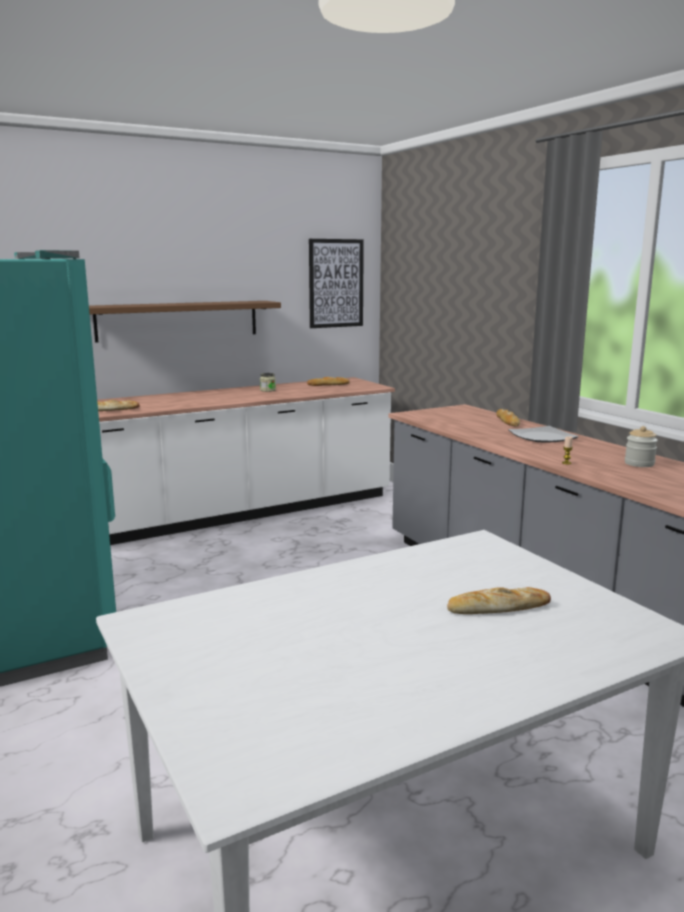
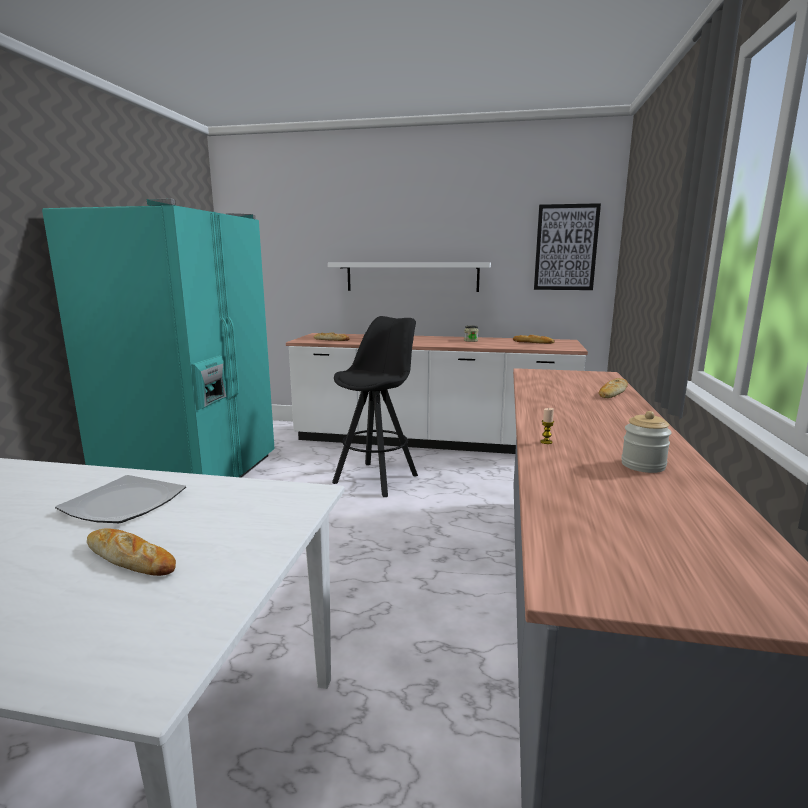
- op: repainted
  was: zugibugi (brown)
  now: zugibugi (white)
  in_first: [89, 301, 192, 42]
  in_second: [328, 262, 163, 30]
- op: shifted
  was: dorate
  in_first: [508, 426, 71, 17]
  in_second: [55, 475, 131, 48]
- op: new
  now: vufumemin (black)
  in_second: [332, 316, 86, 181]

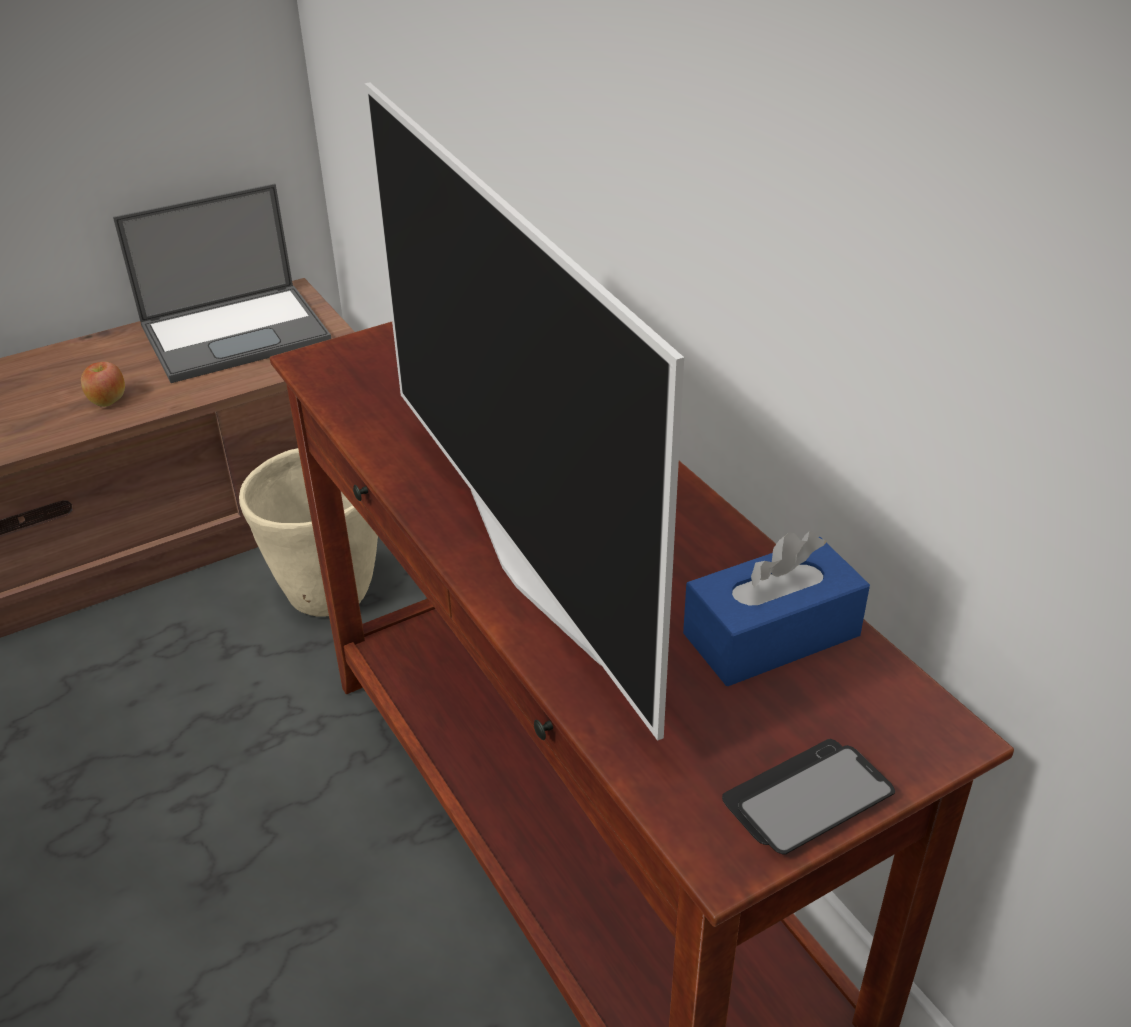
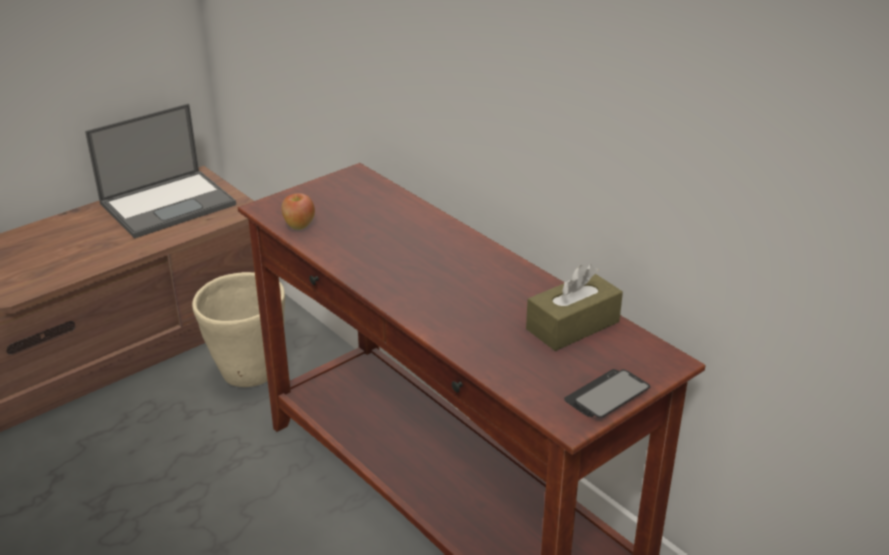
- op: gone
  was: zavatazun
  in_first: [365, 83, 319, 658]
- op: shifted
  was: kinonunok
  in_first: [81, 362, 44, 45]
  in_second: [282, 193, 33, 37]
- op: repainted
  was: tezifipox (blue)
  now: tezifipox (brown)
  in_first: [683, 531, 187, 155]
  in_second: [526, 265, 97, 86]

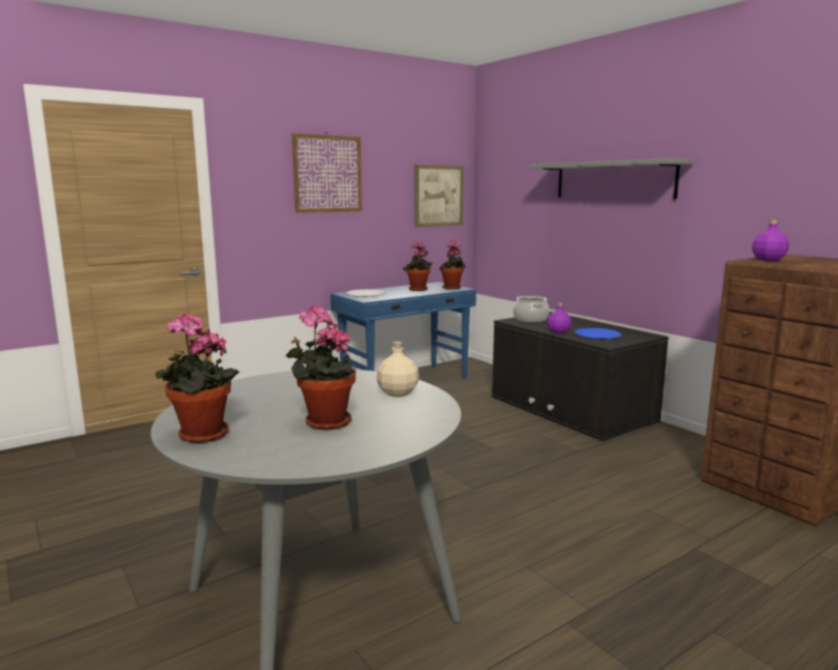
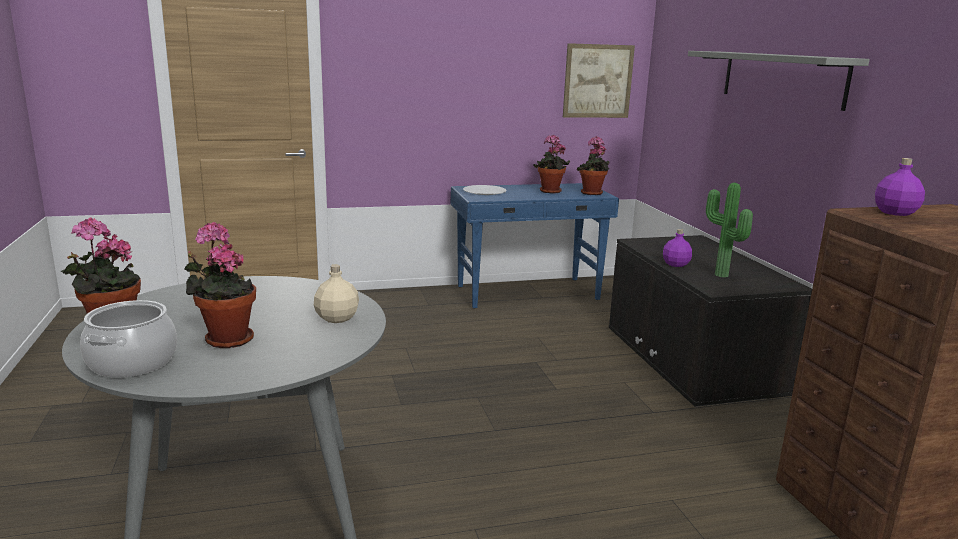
- op: gone
  was: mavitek
  in_first: [292, 132, 70, 81]
- op: shifted
  was: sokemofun
  in_first: [513, 296, 36, 27]
  in_second: [80, 300, 97, 78]
- op: swapped
  was: dorate (blue)
  now: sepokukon
  in_first: [575, 328, 46, 11]
  in_second: [706, 183, 47, 94]

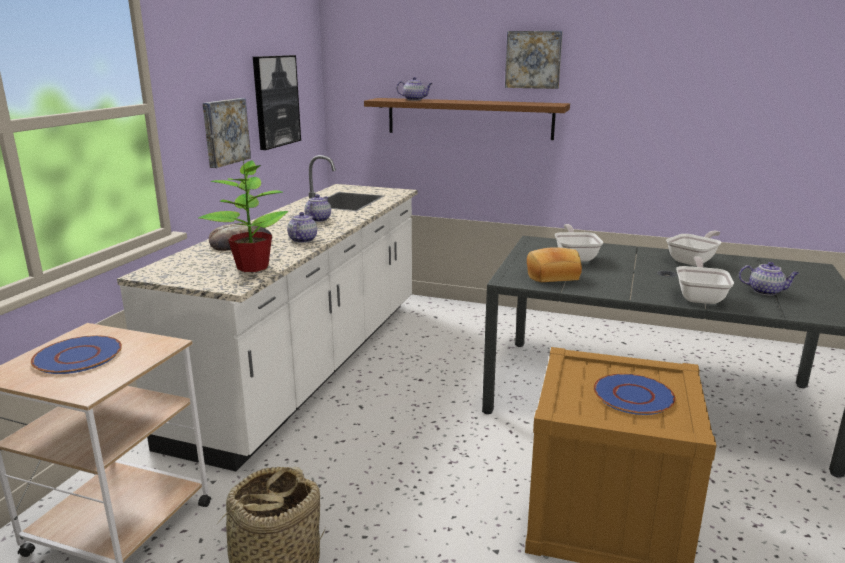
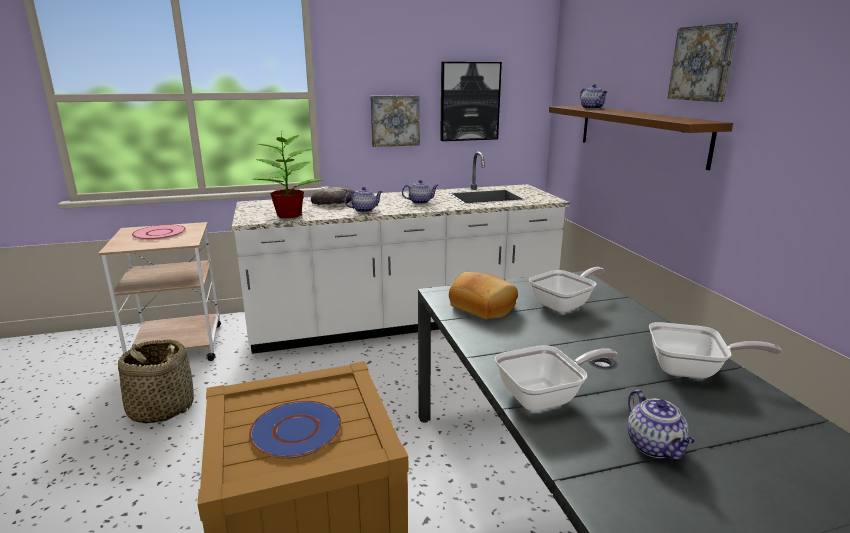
- op: repainted
  was: dorate (blue)
  now: dorate (pink)
  in_first: [31, 335, 91, 39]
  in_second: [132, 225, 54, 15]

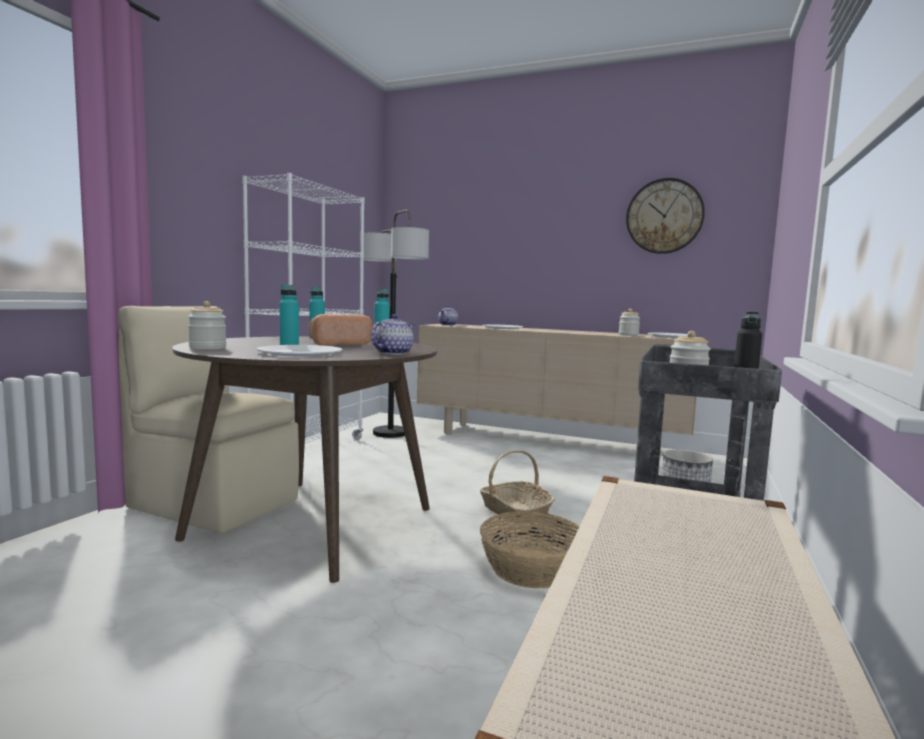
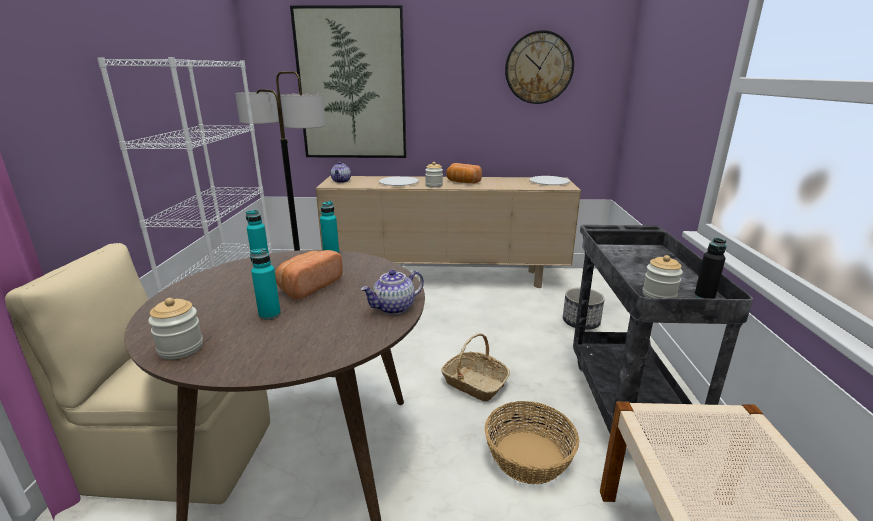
- op: shifted
  was: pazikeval
  in_first: [619, 309, 21, 27]
  in_second: [425, 162, 18, 25]
- op: rotated
  was: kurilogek
  in_first: [371, 314, 43, 41]
  in_second: [361, 270, 63, 44]
  clockwise: -135
- op: gone
  was: dorate (white)
  in_first: [257, 345, 86, 12]
- op: new
  now: mavitek
  in_second: [290, 5, 116, 153]
- op: new
  now: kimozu
  in_second: [446, 163, 36, 20]

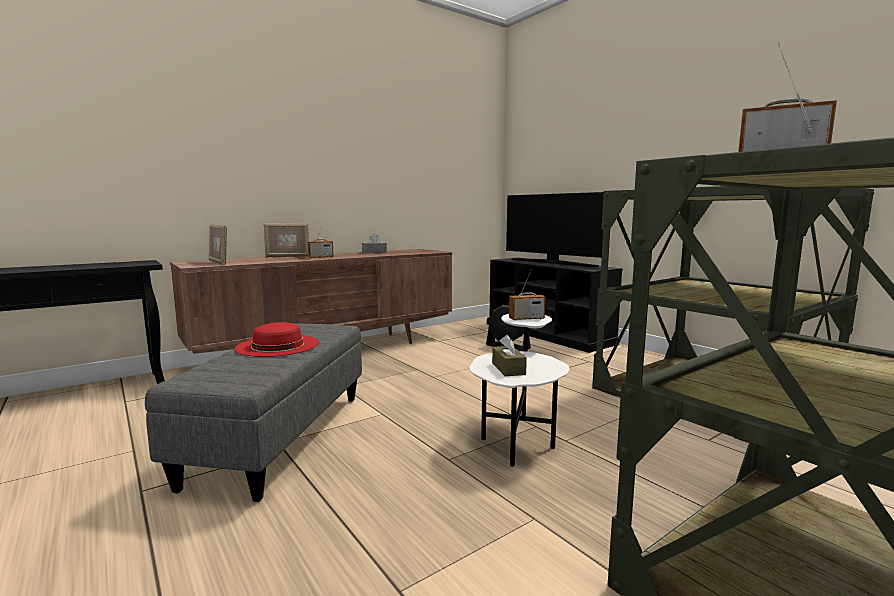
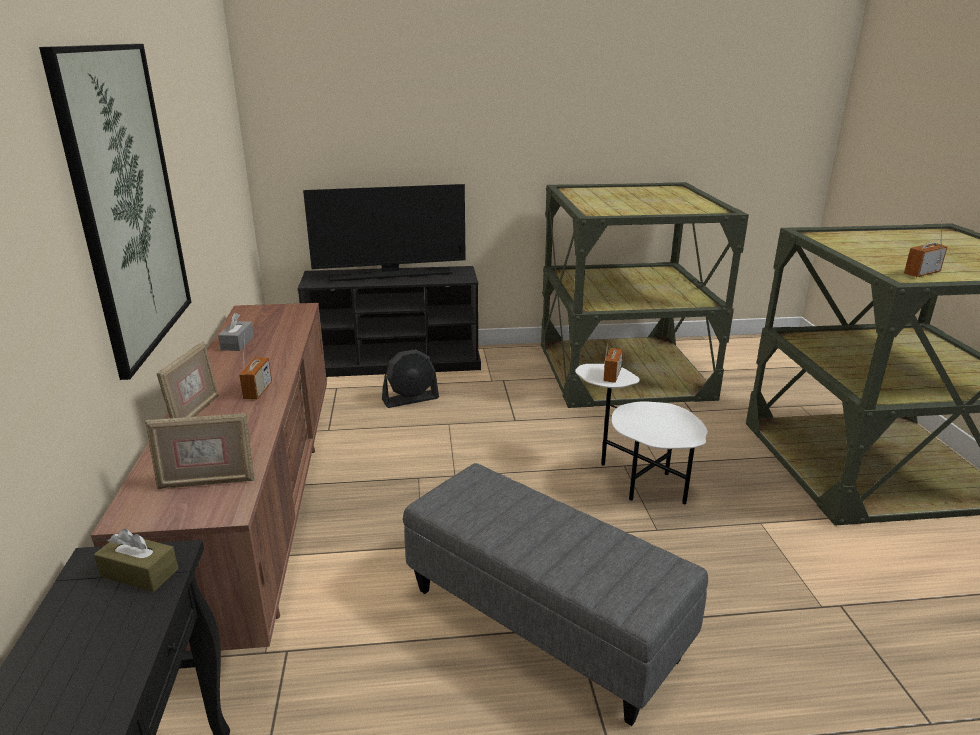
- op: gone
  was: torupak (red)
  in_first: [235, 322, 84, 35]
- op: shifted
  was: tezifipox (brown)
  in_first: [492, 335, 35, 41]
  in_second: [94, 529, 84, 63]
- op: new
  now: mavitek
  in_second: [39, 44, 152, 336]

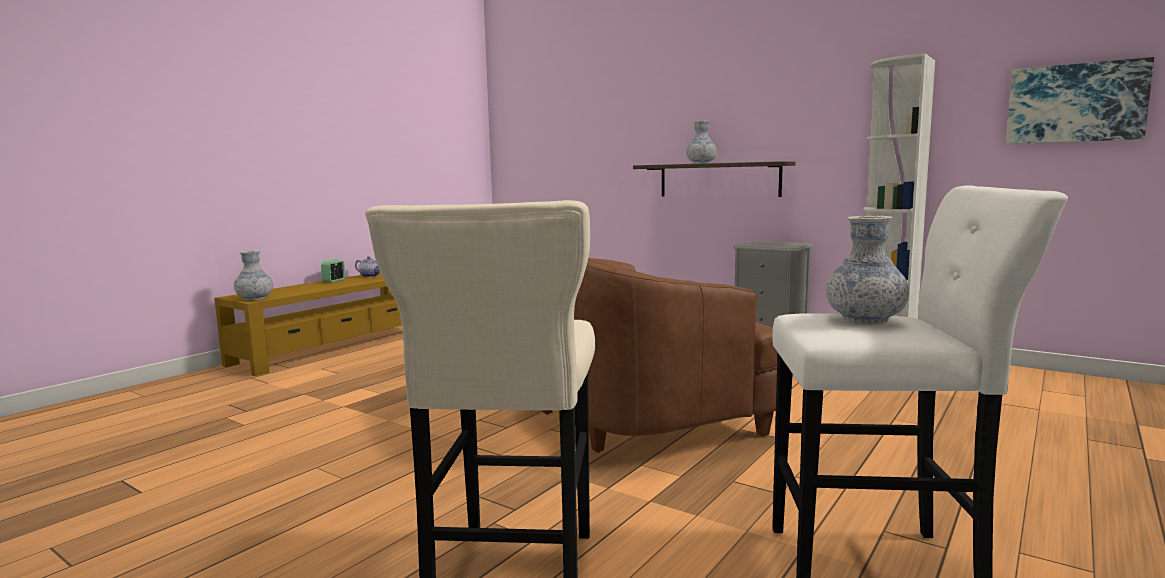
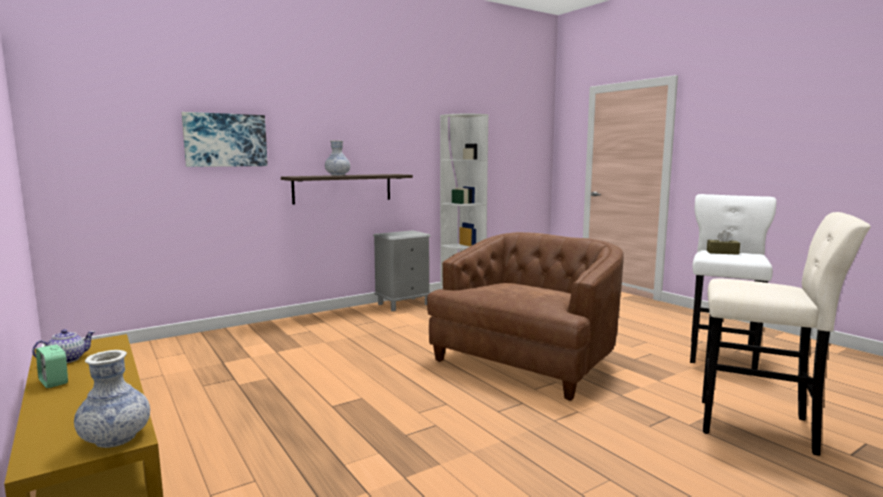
- op: shifted
  was: mavitek
  in_first: [1006, 57, 148, 87]
  in_second: [182, 112, 86, 55]
- op: swapped
  was: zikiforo
  now: tezifipox (brown)
  in_first: [826, 216, 83, 108]
  in_second: [707, 230, 33, 25]
- op: rotated
  was: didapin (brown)
  in_first: [542, 258, 235, 195]
  in_second: [427, 232, 197, 169]
  clockwise: -135

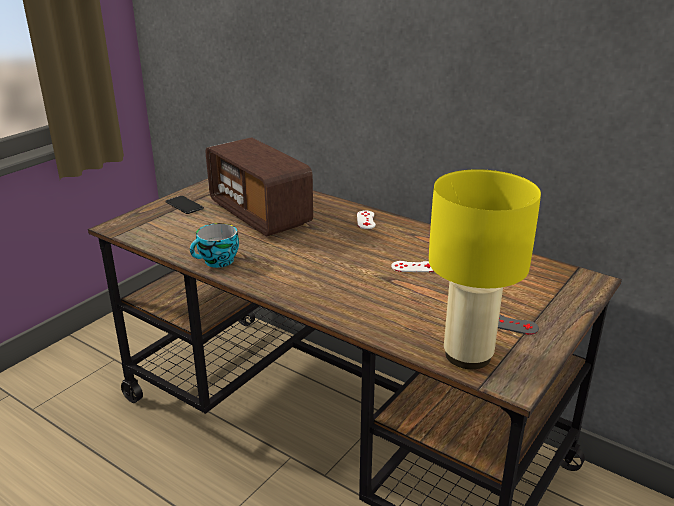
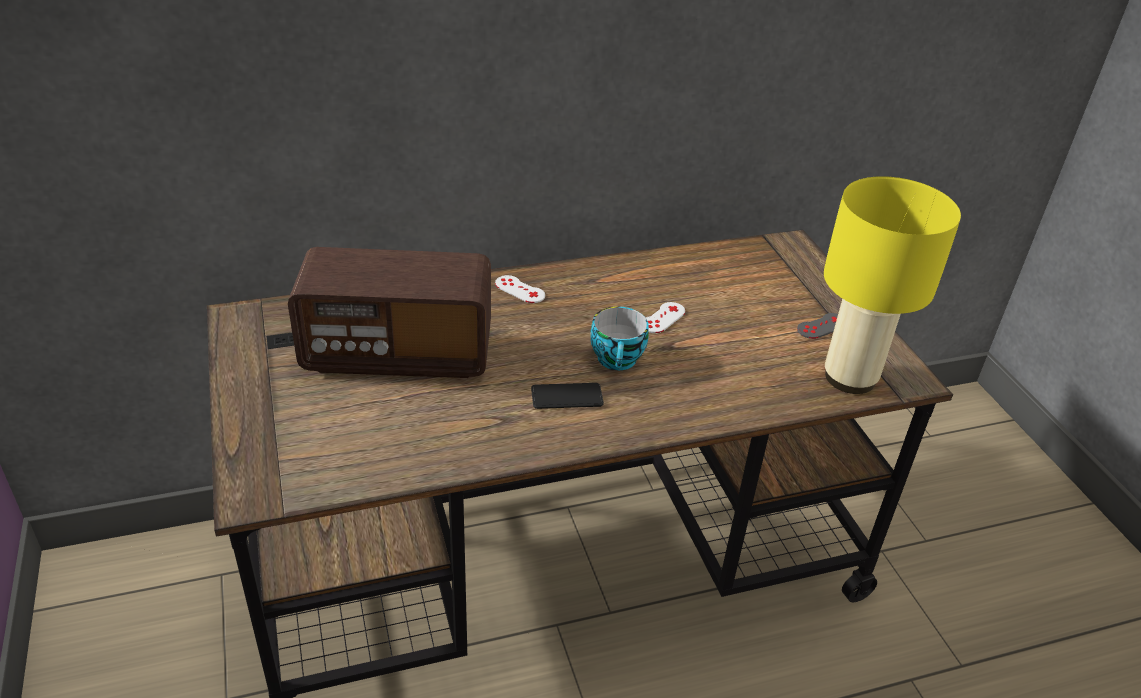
- op: shifted
  was: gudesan
  in_first: [165, 196, 39, 18]
  in_second: [531, 383, 73, 26]
- op: shifted
  was: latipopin
  in_first: [190, 223, 49, 45]
  in_second: [590, 306, 59, 64]

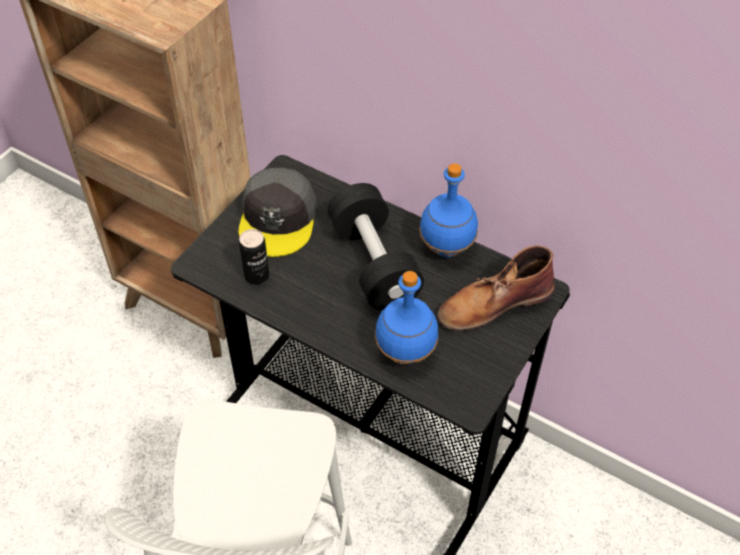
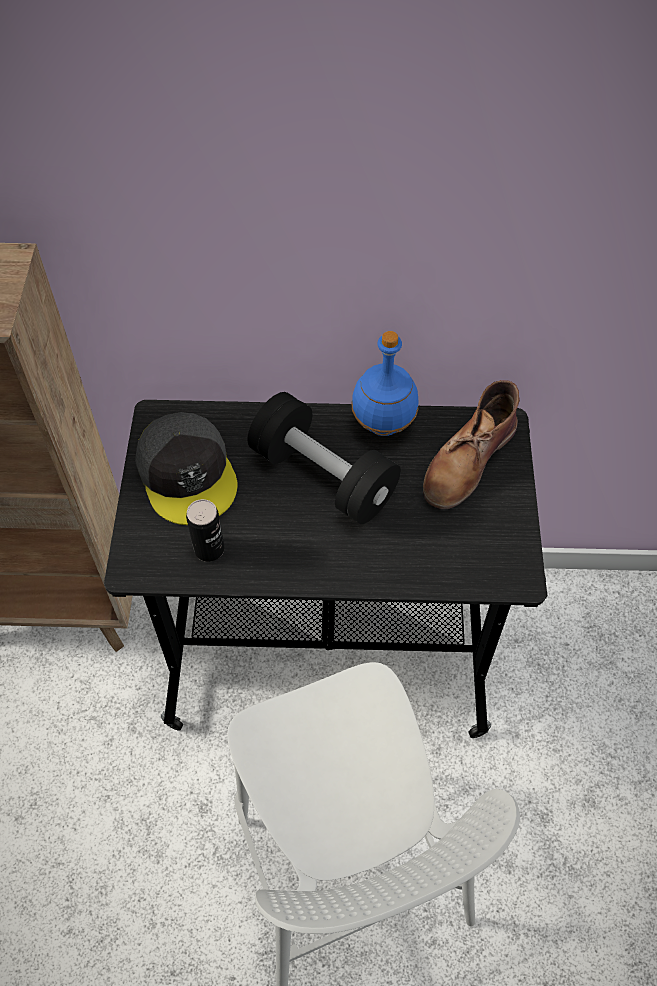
- op: gone
  was: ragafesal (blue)
  in_first: [375, 271, 63, 93]

